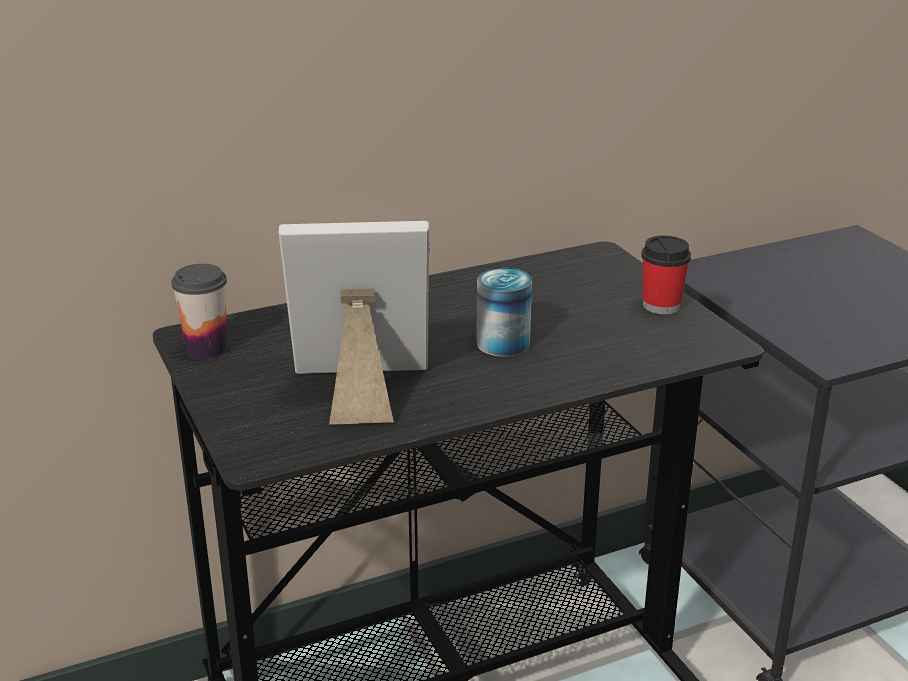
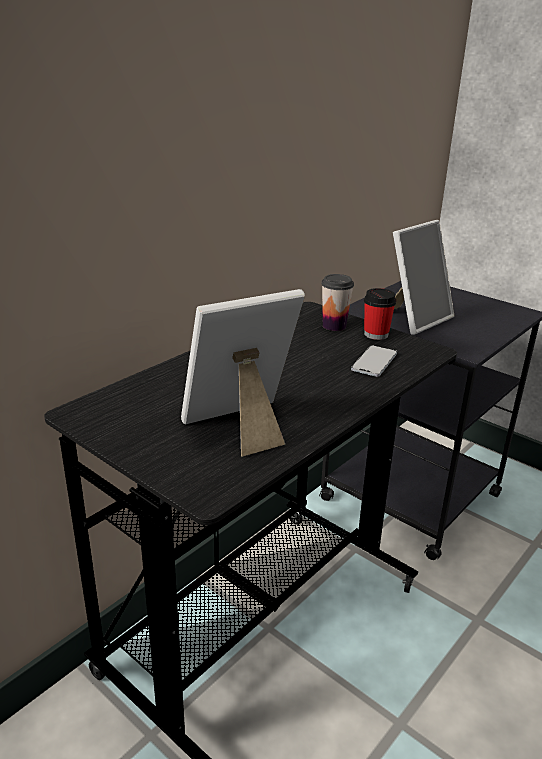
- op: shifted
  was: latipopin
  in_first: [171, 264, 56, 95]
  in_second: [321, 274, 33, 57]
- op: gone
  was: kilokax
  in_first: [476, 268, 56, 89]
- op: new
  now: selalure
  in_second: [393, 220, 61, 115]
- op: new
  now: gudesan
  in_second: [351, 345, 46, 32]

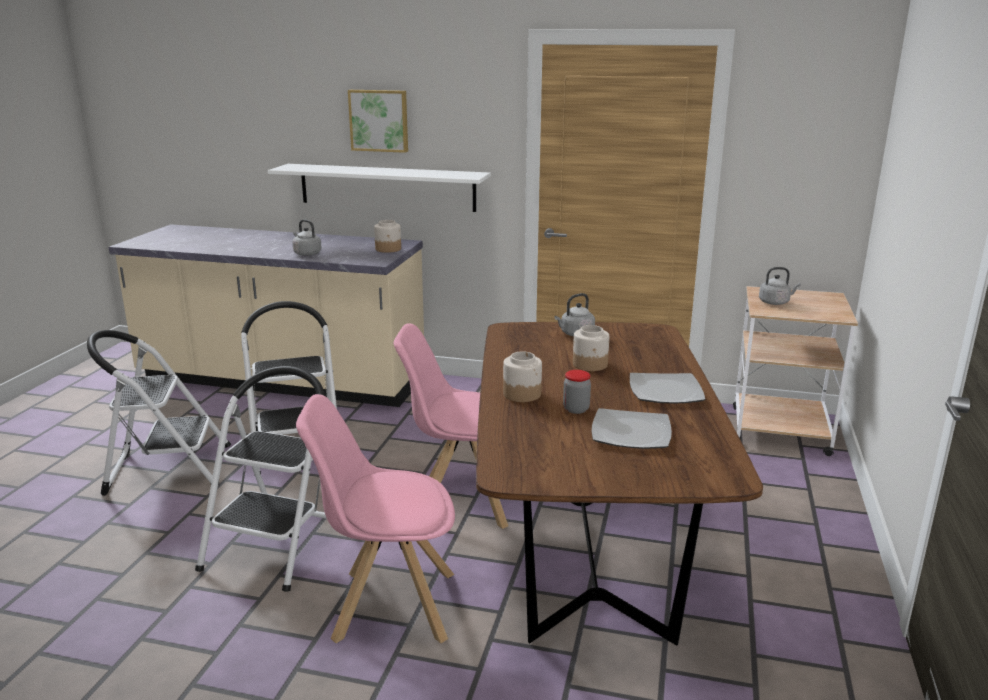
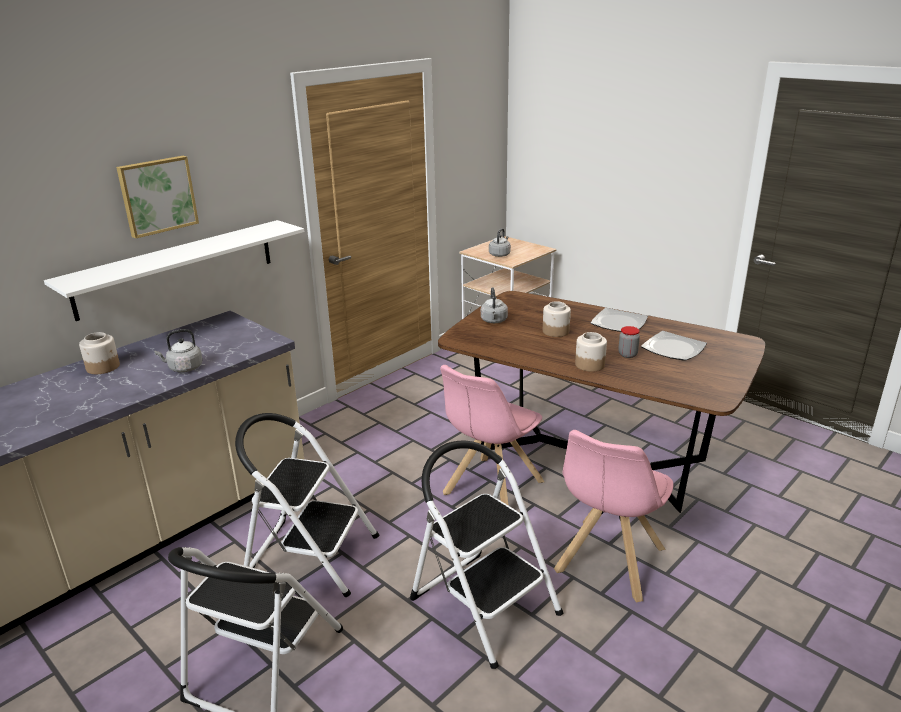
- op: shifted
  was: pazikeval
  in_first: [374, 220, 27, 33]
  in_second: [79, 332, 41, 42]

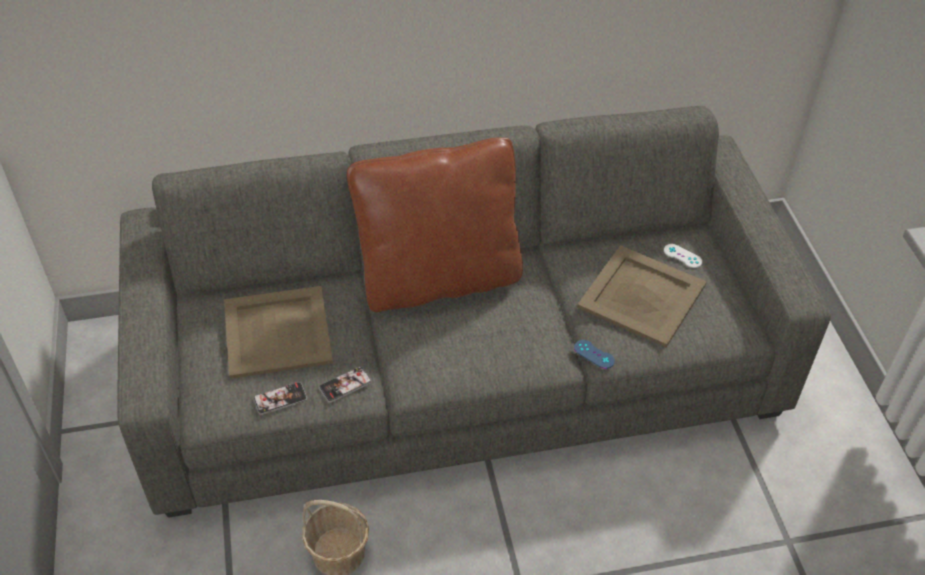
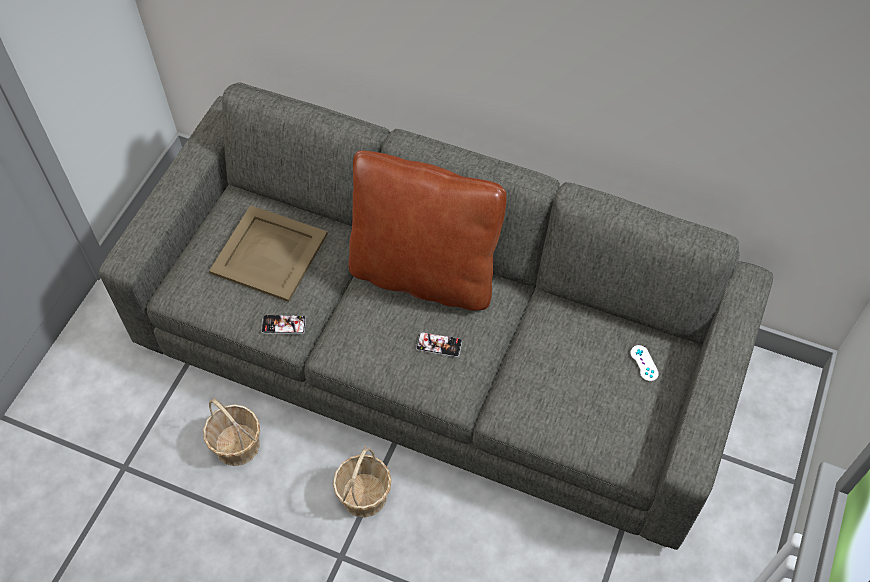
- op: gone
  was: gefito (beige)
  in_first: [577, 245, 130, 102]
- op: gone
  was: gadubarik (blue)
  in_first: [574, 340, 41, 29]
- op: shifted
  was: gudesan
  in_first: [253, 382, 54, 33]
  in_second: [416, 332, 46, 25]
- op: new
  now: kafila
  in_second: [333, 446, 59, 71]

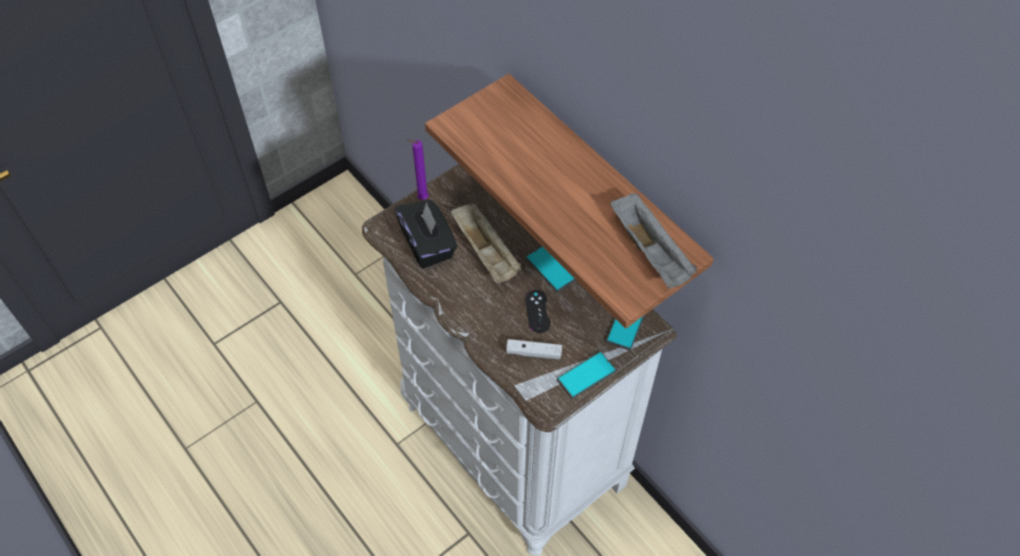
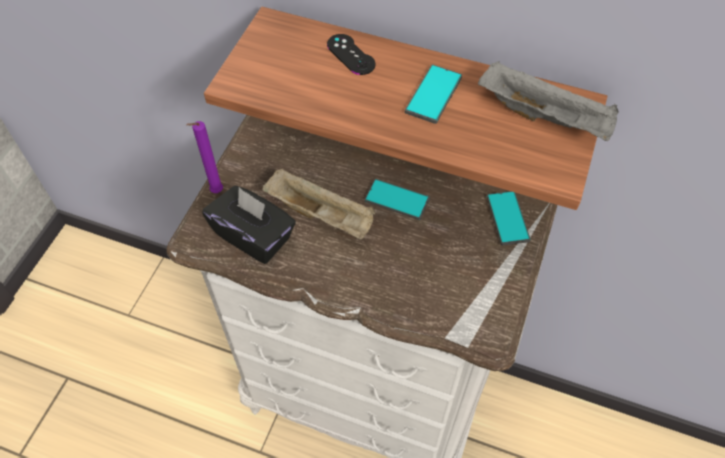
- op: shifted
  was: gadubarik (black)
  in_first: [525, 290, 26, 43]
  in_second: [327, 34, 48, 41]
- op: gone
  was: gadubarik (white)
  in_first: [506, 339, 56, 20]
- op: shifted
  was: gudesan
  in_first: [557, 351, 59, 48]
  in_second: [405, 64, 57, 60]

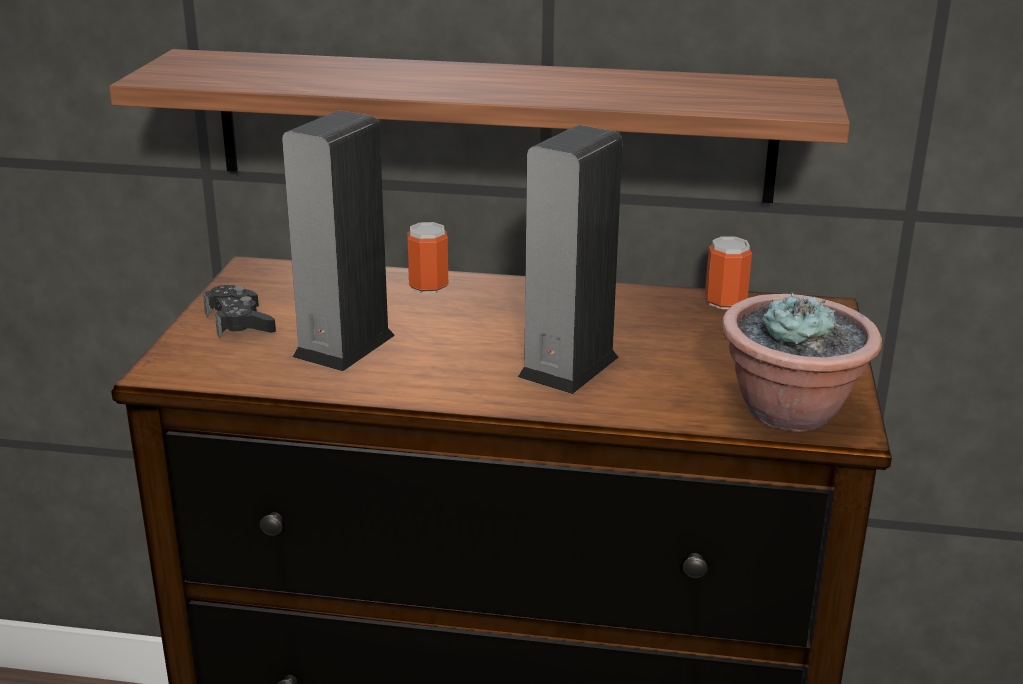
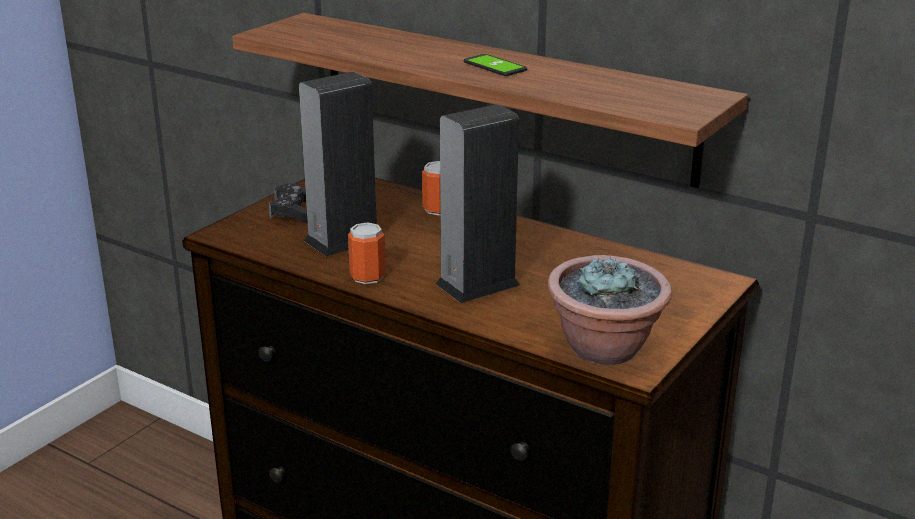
- op: shifted
  was: kilokax
  in_first: [705, 236, 47, 73]
  in_second: [348, 222, 38, 62]
- op: new
  now: gudesan
  in_second: [464, 54, 63, 22]

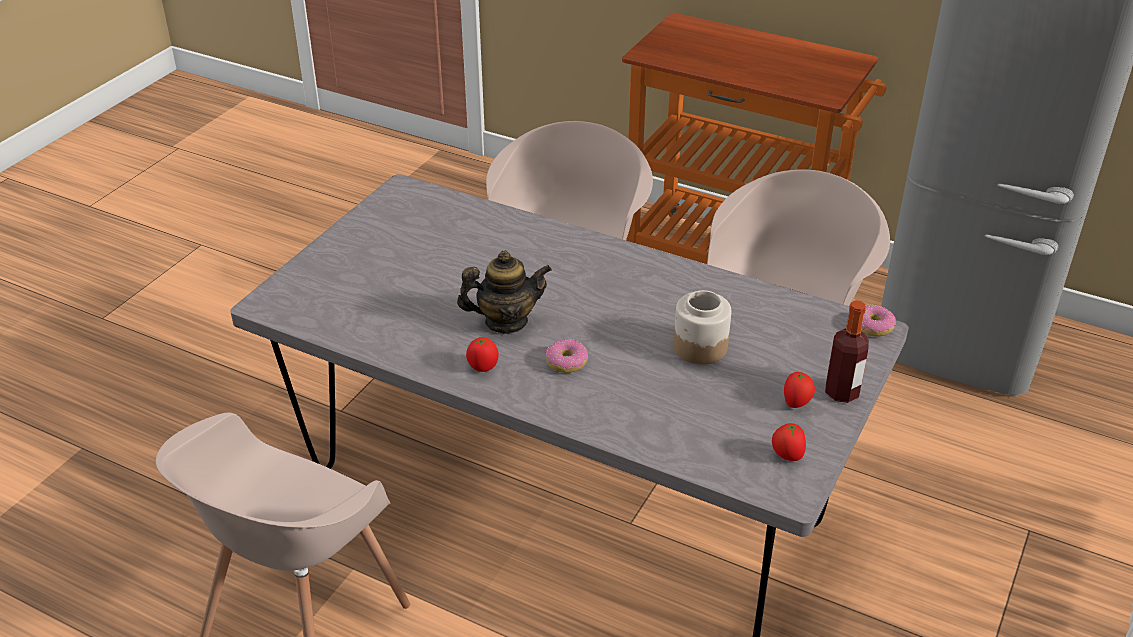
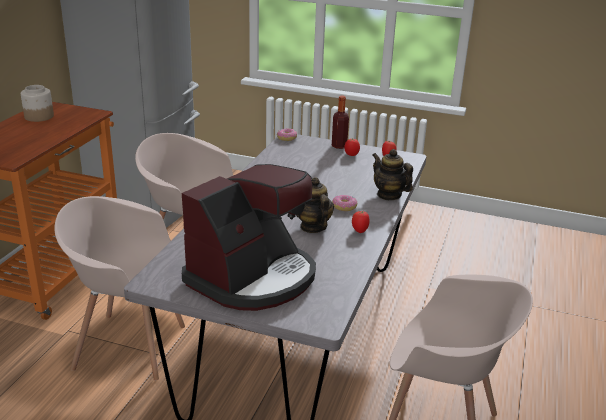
- op: shifted
  was: pazikeval
  in_first: [674, 290, 57, 74]
  in_second: [21, 85, 33, 37]
- op: new
  now: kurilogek
  in_second: [372, 149, 41, 51]
- op: new
  now: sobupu
  in_second: [182, 164, 134, 147]

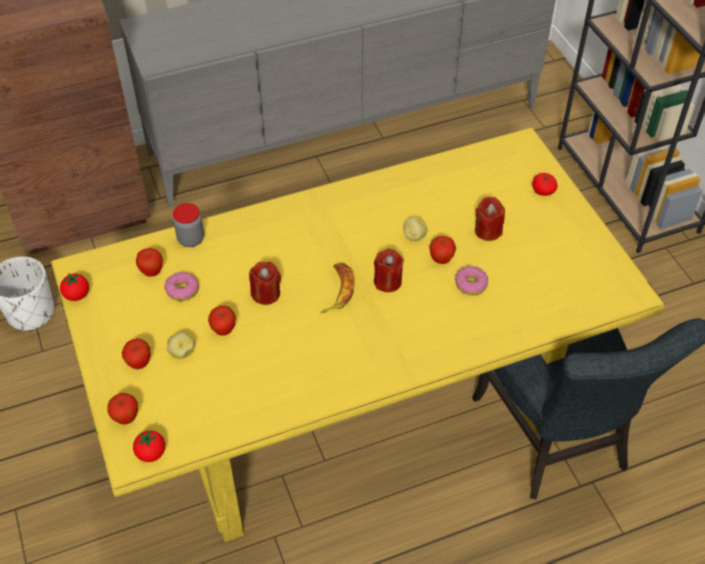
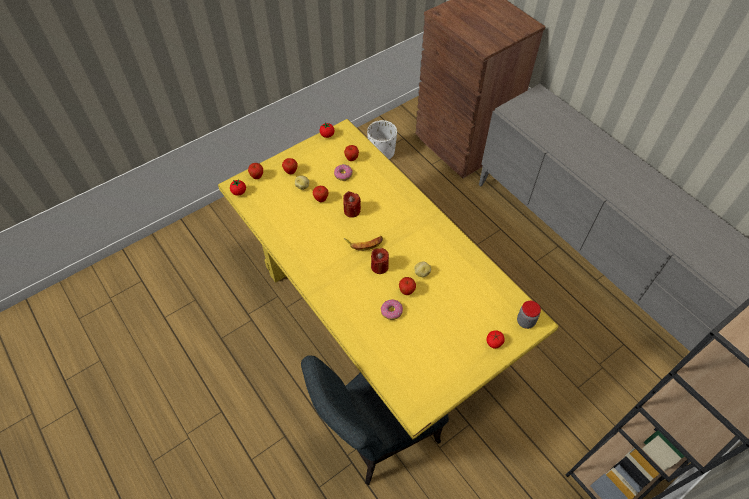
- op: gone
  was: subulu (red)
  in_first: [475, 197, 30, 44]
- op: shifted
  was: pazikeval
  in_first: [173, 203, 31, 44]
  in_second: [517, 301, 24, 28]

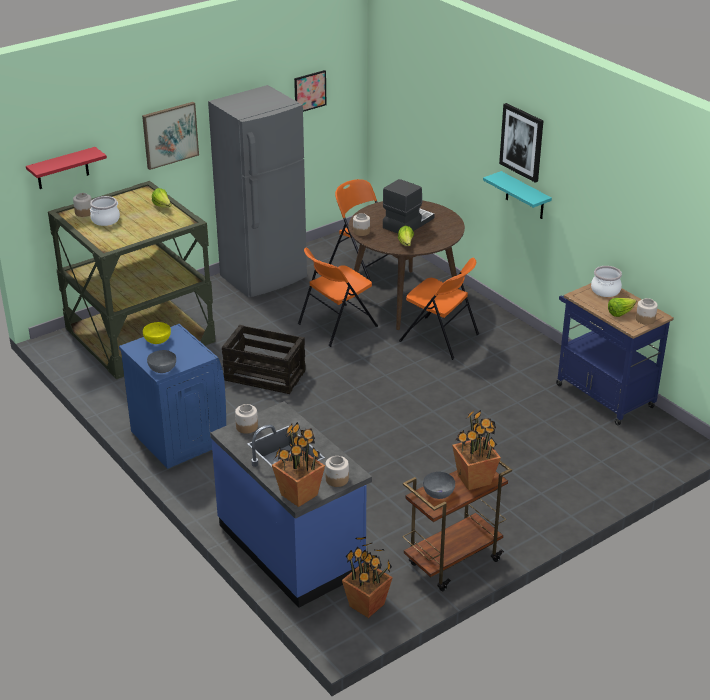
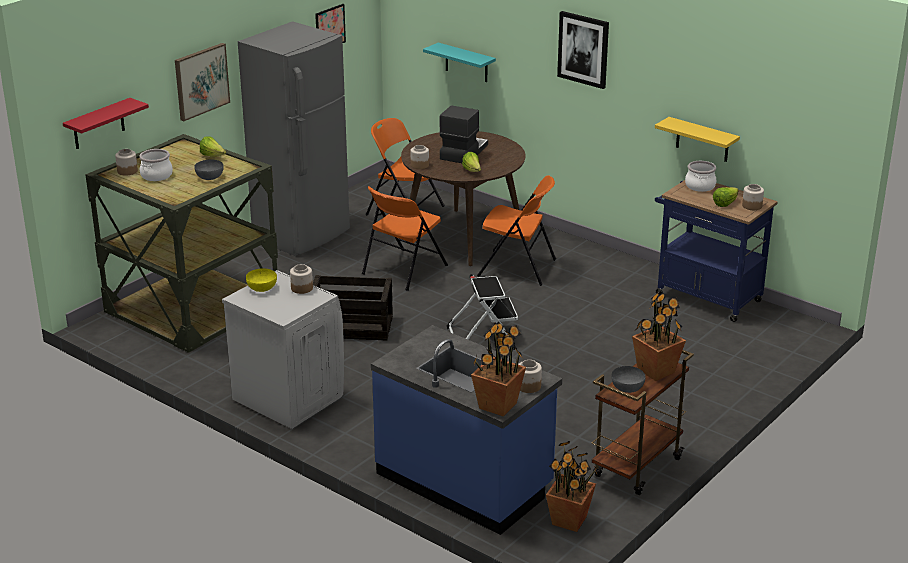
- op: shifted
  was: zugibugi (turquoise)
  in_first: [483, 171, 69, 48]
  in_second: [423, 43, 73, 39]
- op: repainted
  was: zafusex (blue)
  now: zafusex (white)
  in_first: [119, 324, 107, 145]
  in_second: [222, 270, 122, 159]
- op: shifted
  was: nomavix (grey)
  in_first: [147, 350, 29, 23]
  in_second: [194, 159, 30, 21]
- op: shifted
  was: pazikeval
  in_first: [235, 404, 23, 30]
  in_second: [290, 264, 23, 30]
- op: new
  now: zugibugi (yellow)
  in_second: [655, 117, 85, 45]
- op: new
  now: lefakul
  in_second: [446, 274, 72, 76]

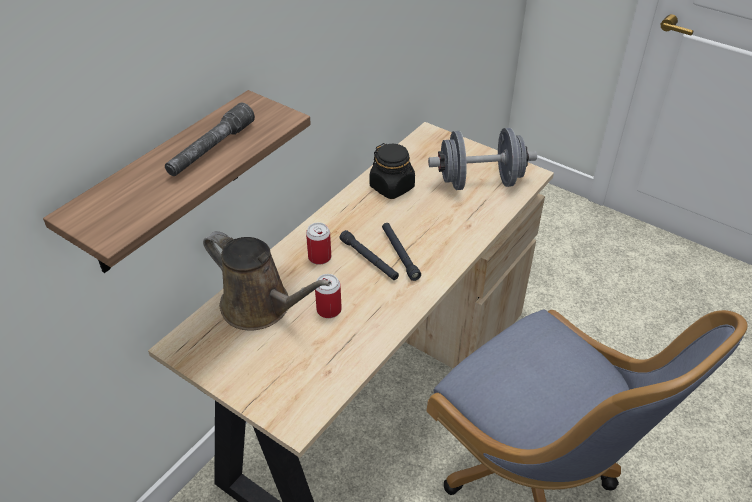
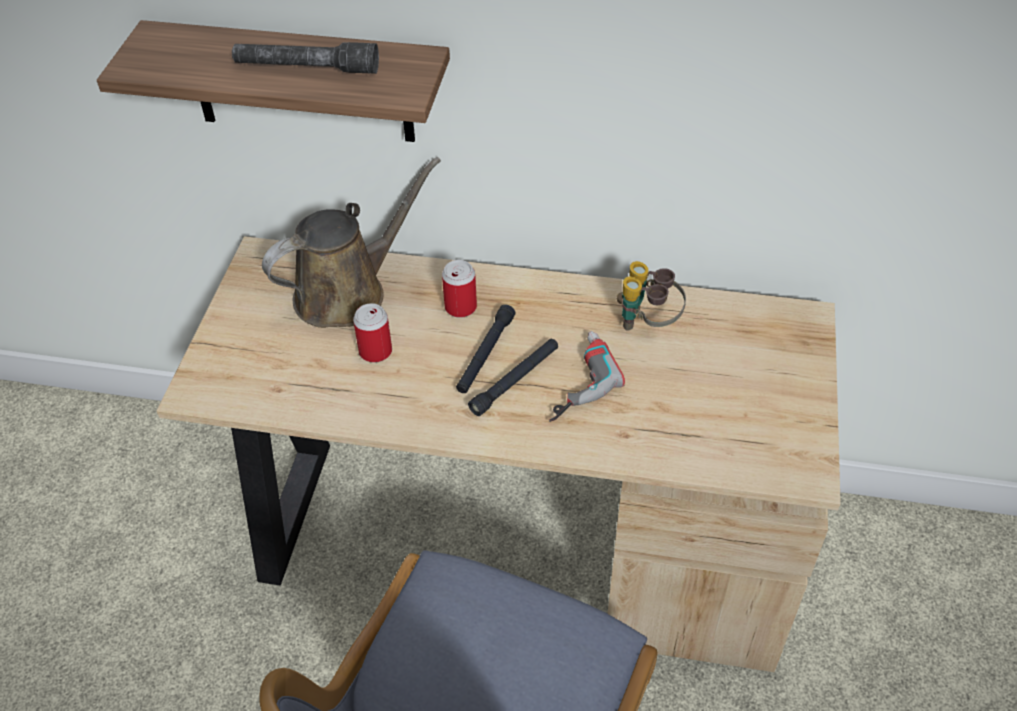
- op: gone
  was: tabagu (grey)
  in_first: [428, 128, 109, 62]
- op: swapped
  was: pazikeval (black)
  now: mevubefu
  in_first: [370, 143, 45, 56]
  in_second: [617, 261, 69, 70]
- op: rotated
  was: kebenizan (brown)
  in_first: [203, 231, 128, 100]
  in_second: [262, 157, 179, 171]
  clockwise: -135
- op: new
  now: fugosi
  in_second: [549, 331, 76, 91]

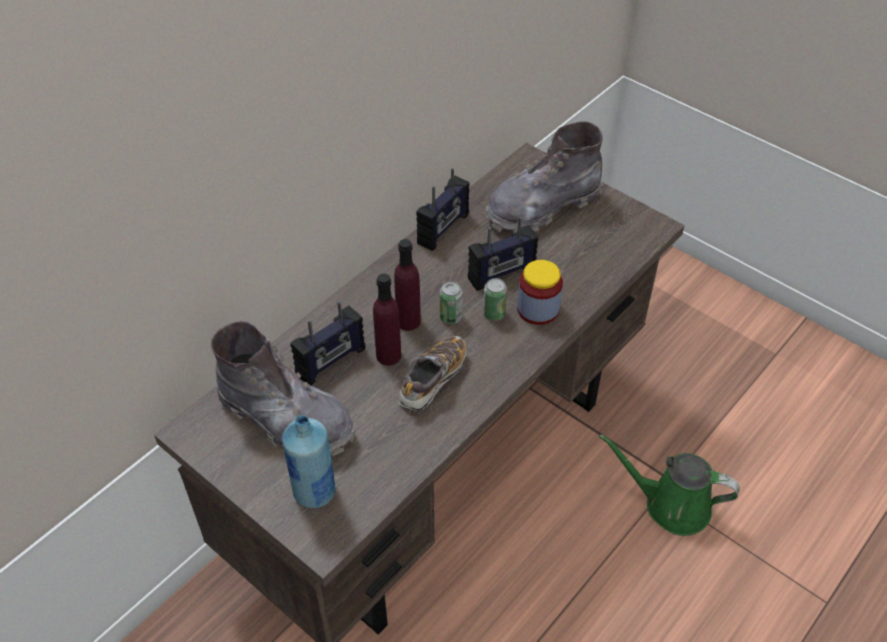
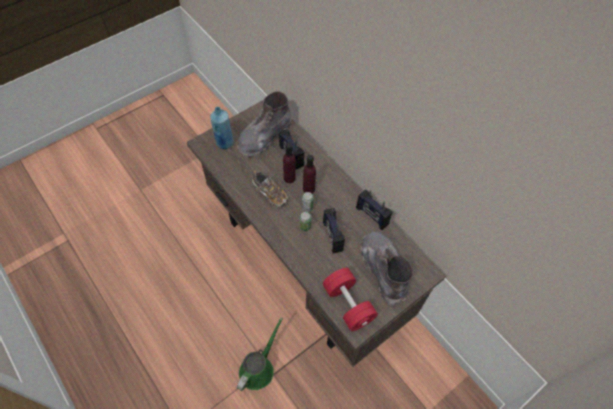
- op: gone
  was: pazikeval
  in_first: [517, 260, 46, 65]
- op: new
  now: tabagu (red)
  in_second: [323, 268, 55, 63]

